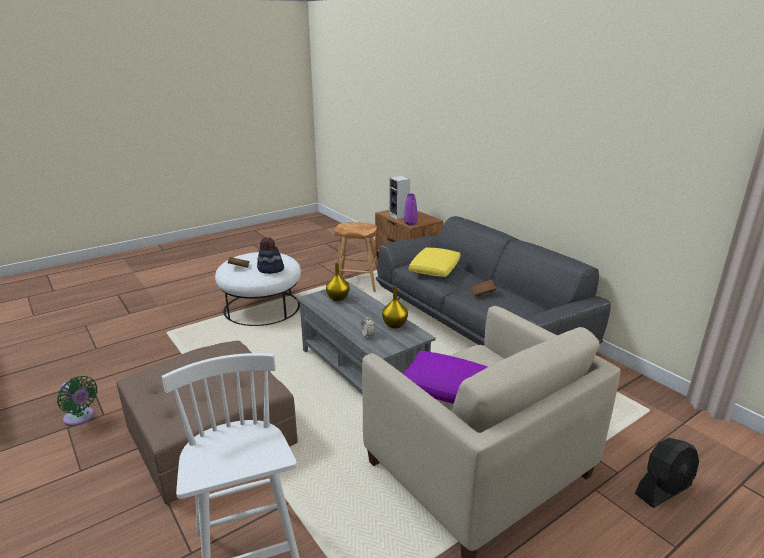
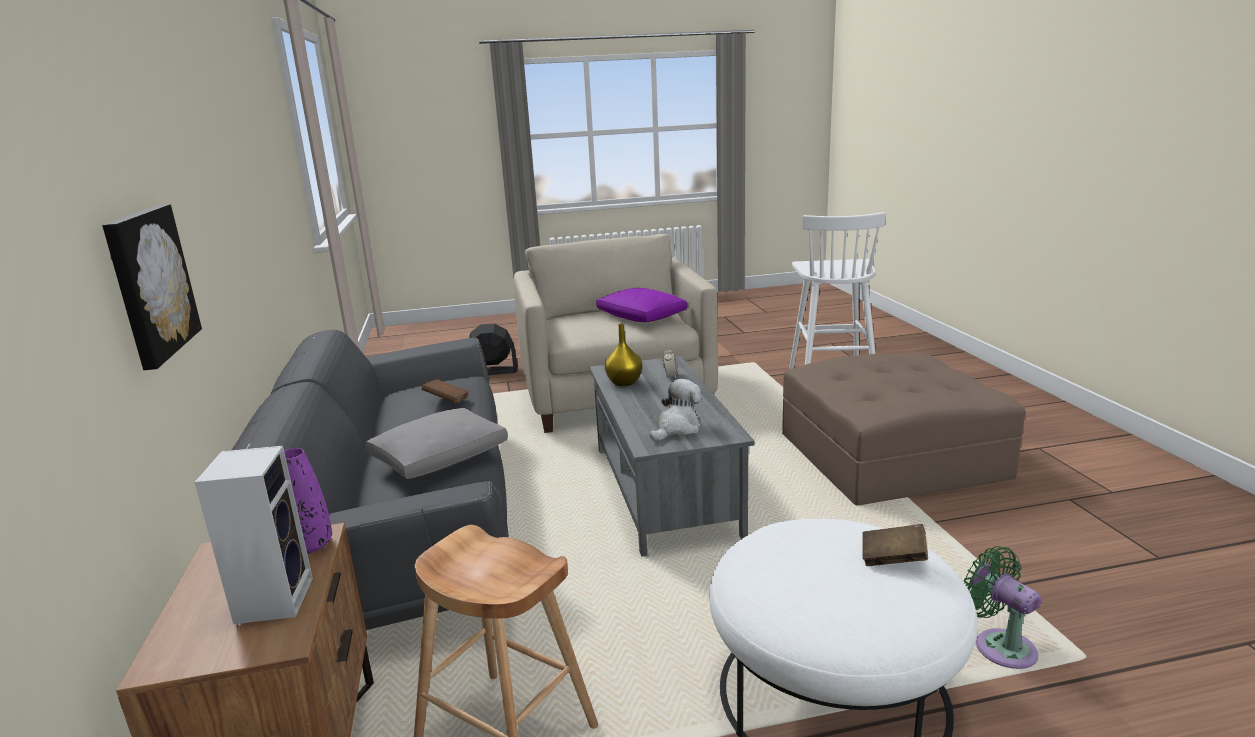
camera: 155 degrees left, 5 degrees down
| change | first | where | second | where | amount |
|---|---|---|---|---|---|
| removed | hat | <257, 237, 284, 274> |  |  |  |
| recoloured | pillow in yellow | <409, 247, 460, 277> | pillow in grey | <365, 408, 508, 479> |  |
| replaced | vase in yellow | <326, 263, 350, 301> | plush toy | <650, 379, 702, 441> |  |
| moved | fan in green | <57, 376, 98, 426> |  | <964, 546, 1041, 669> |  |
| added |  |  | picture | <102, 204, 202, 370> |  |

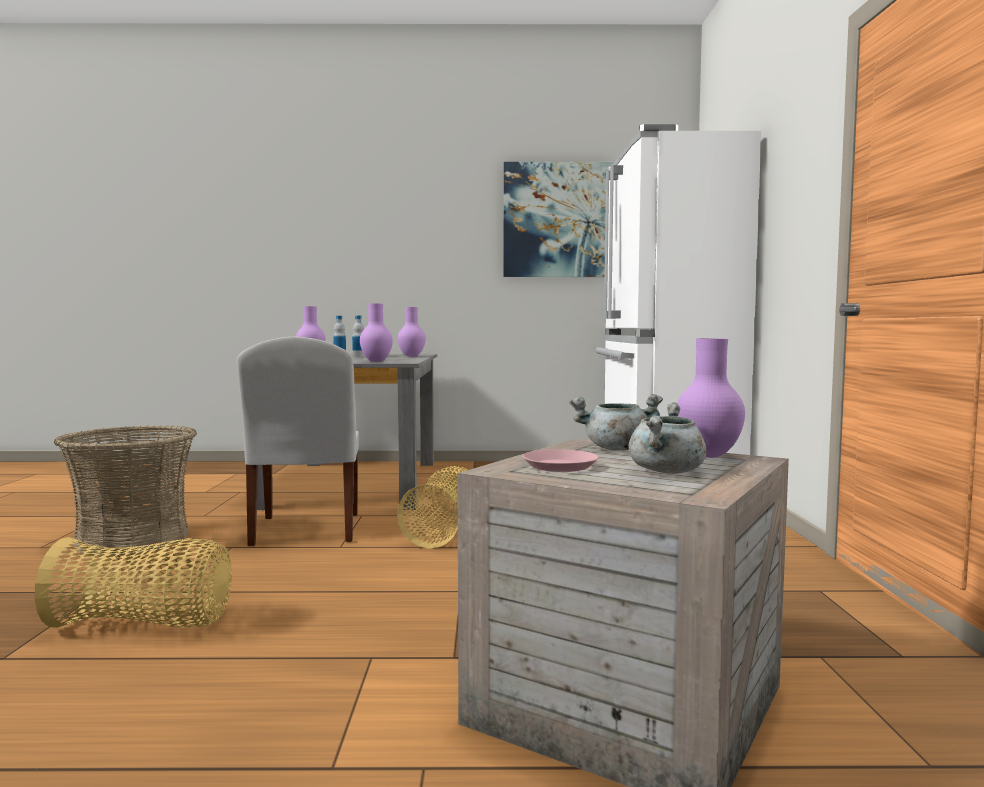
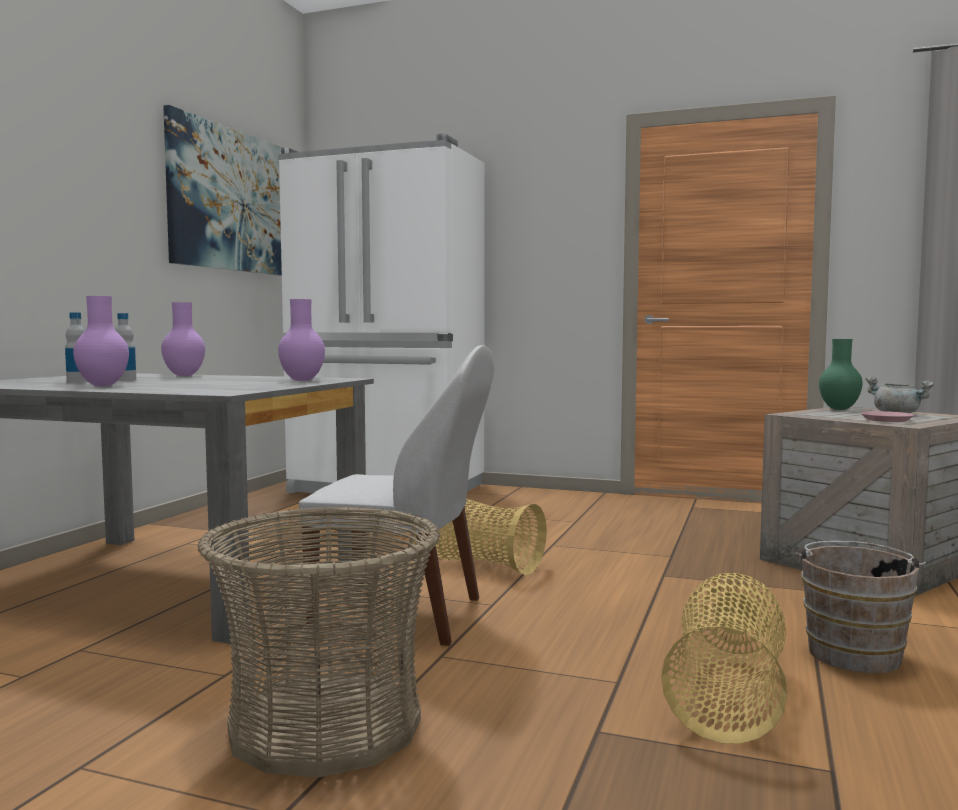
camera: 70 degrees left, 0 degrees up
| change | first | where | second | where | amount |
|---|---|---|---|---|---|
| recoloured | vase in purple | <677, 339, 745, 458> | vase in green | <819, 339, 863, 410> |  |
| removed | cooking pot in grey | <569, 394, 663, 451> |  |  |  |
| added |  |  | bucket in brown | <796, 541, 926, 673> |  |

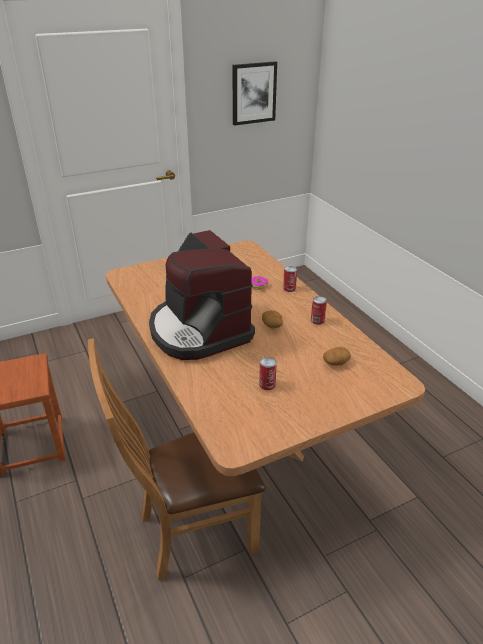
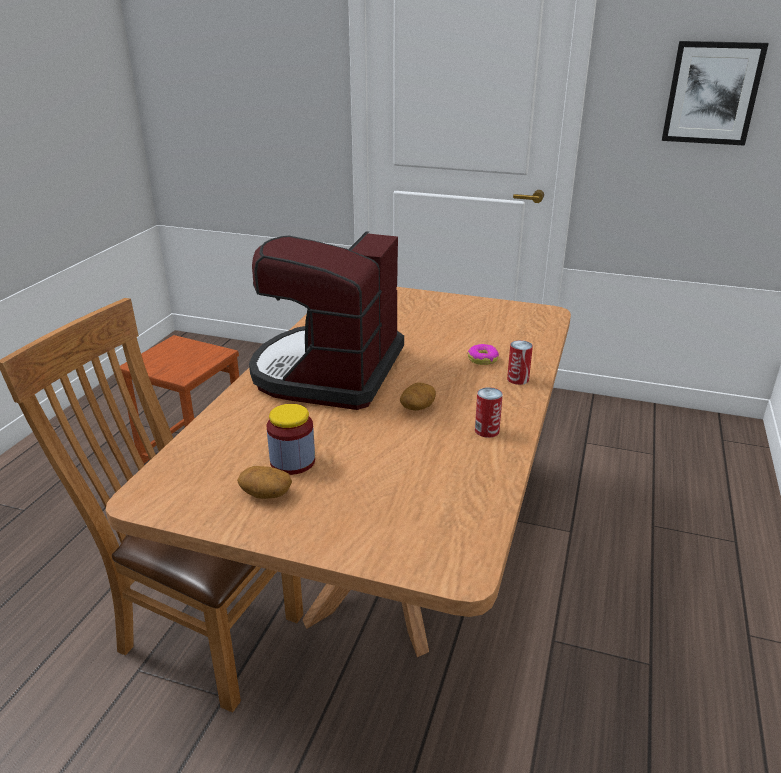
camera: 45 degrees right, 5 degrees down
| change | first | where | second | where | amount |
|---|---|---|---|---|---|
| moved | potato | <323, 347, 351, 366> |  | <237, 466, 292, 499> |  |
| replaced | can | <259, 357, 277, 390> | jar | <266, 404, 315, 475> |  |

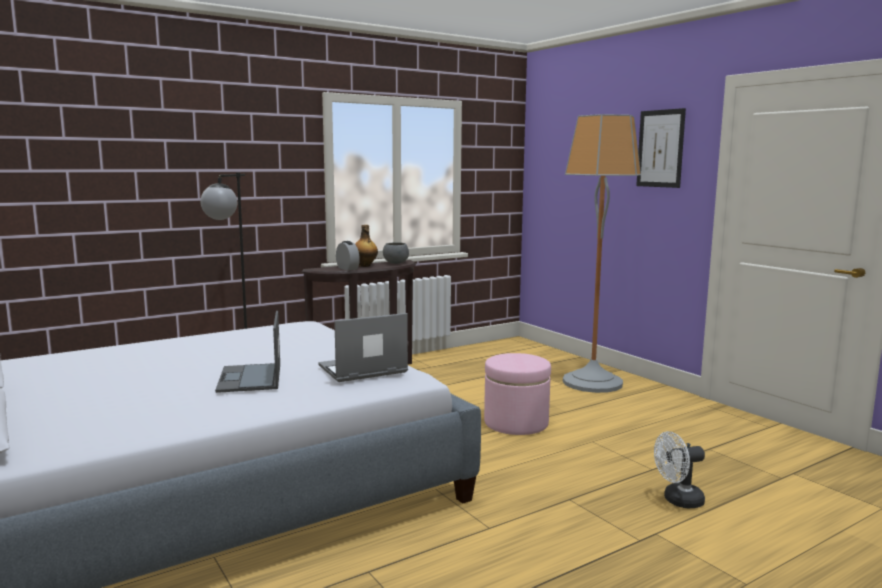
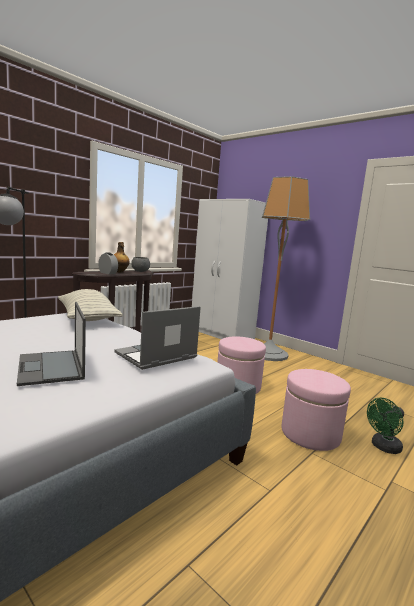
camera: 15 degrees left, 0 degrees up
| change | first | where | second | where | amount |
|---|---|---|---|---|---|
| removed | picture | <636, 108, 686, 188> |  |  |  |
| recoloured | fan in white | <654, 431, 705, 509> | fan in green | <367, 398, 404, 454> |  |
| added |  |  | wardrobe in white | <192, 199, 268, 339> |  |
| added |  |  | pillow | <58, 289, 123, 321> |  |
| added |  |  | ottoman in pink | <281, 369, 351, 451> |  |

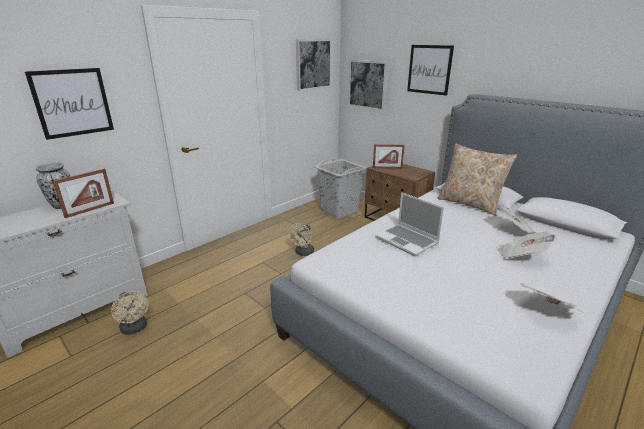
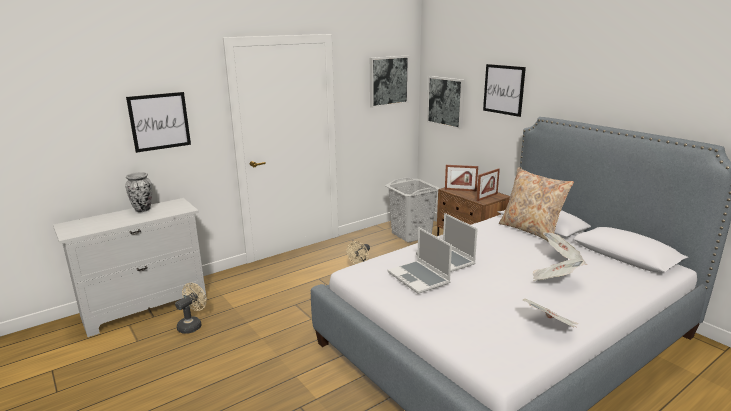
camera: 10 degrees right, 5 degrees down
| change | first | where | second | where | amount |
|---|---|---|---|---|---|
| moved | picture frame | <53, 169, 114, 218> |  | <477, 168, 500, 201> |  |
| turned | fan in beige | <111, 291, 149, 335> |  | <175, 283, 207, 334> | 120 degrees counterclockwise |
| added |  |  | laptop | <388, 227, 452, 294> |  |

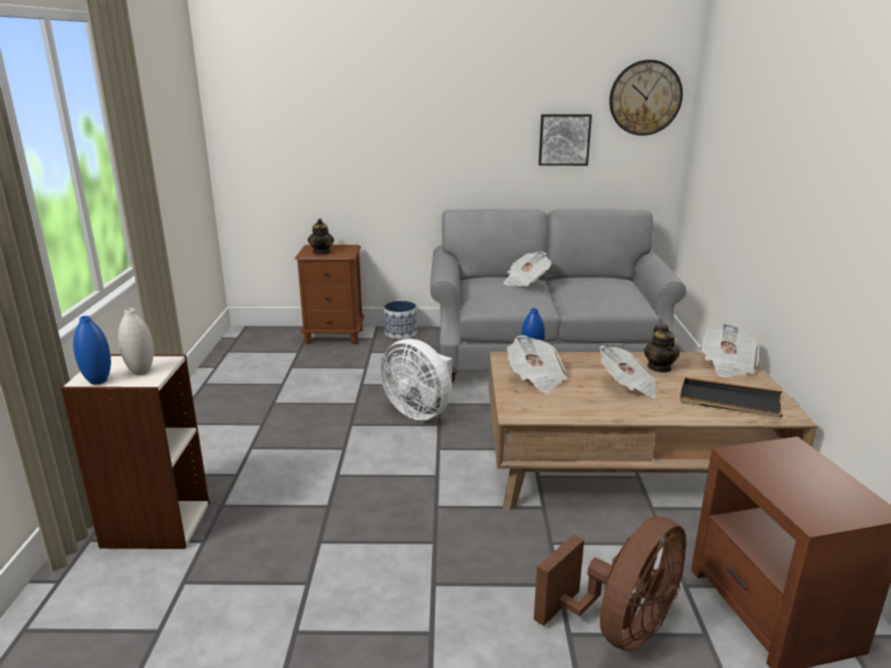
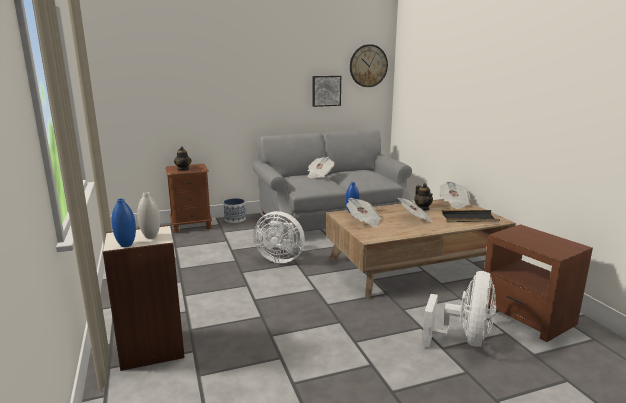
camera: 20 degrees left, 5 degrees down
| change | first | where | second | where | amount |
|---|---|---|---|---|---|
| recoloured | fan in brown | <534, 516, 686, 652> | fan in white | <422, 271, 496, 347> |  |

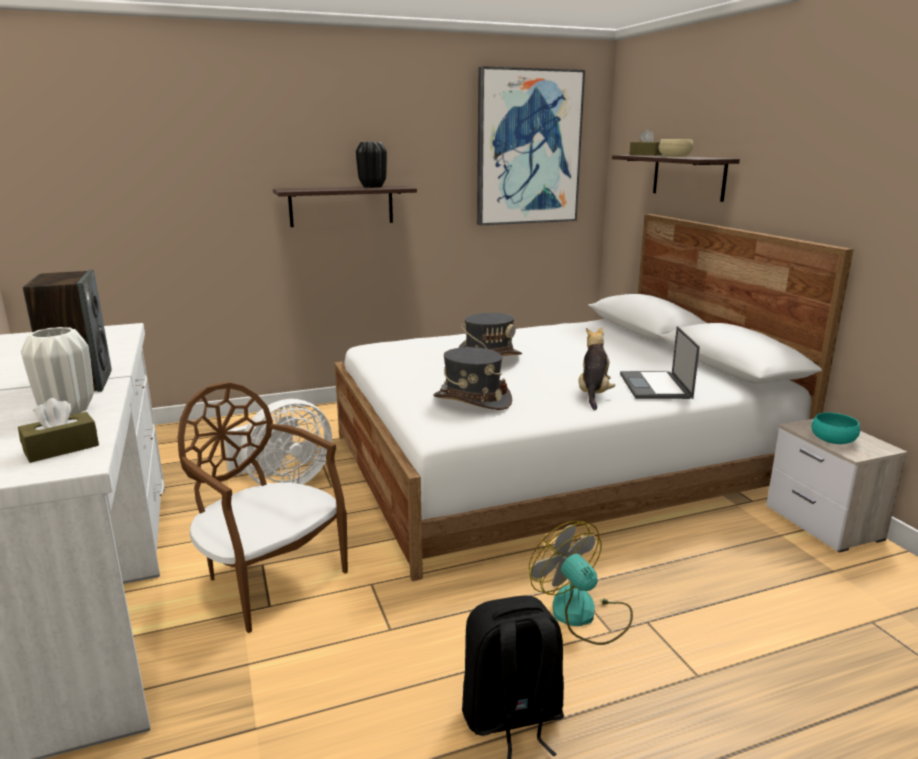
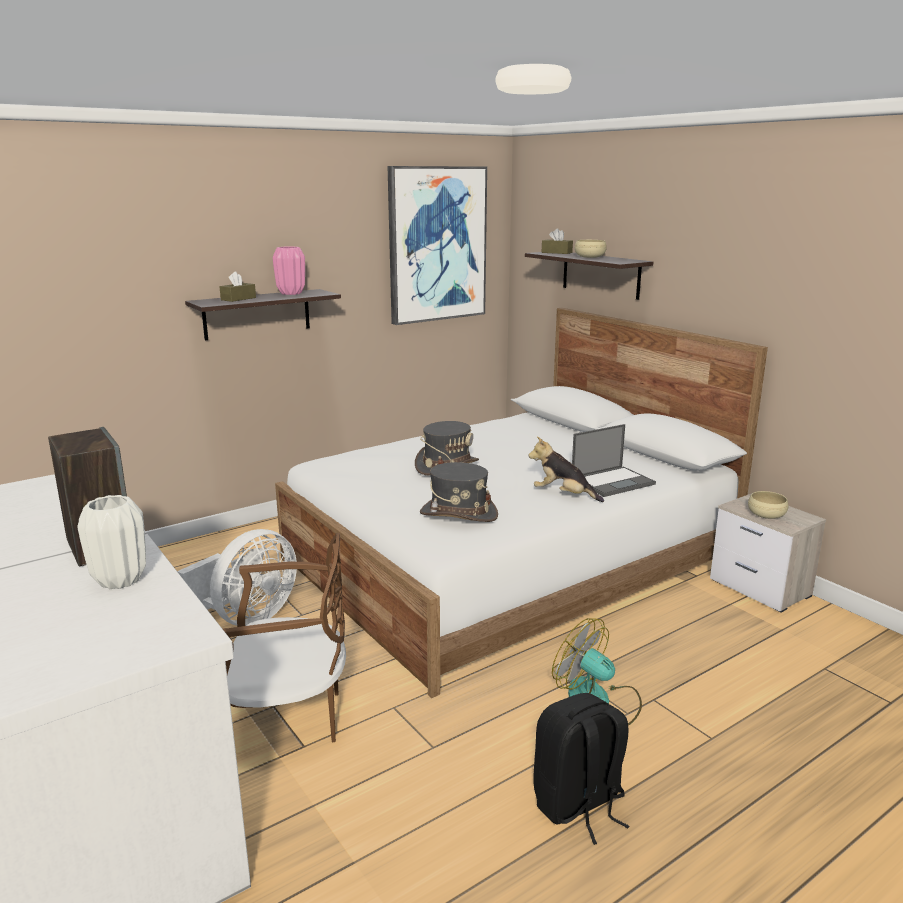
camera: 15 degrees left, 0 degrees up
| change | first | where | second | where | amount |
|---|---|---|---|---|---|
| recoloured | vase in black | <356, 142, 387, 188> | vase in pink | <273, 246, 305, 295> |  |
| turned | laptop | <620, 326, 700, 399> |  | <572, 424, 656, 497> | 105 degrees counterclockwise |
| turned | plush toy | <578, 328, 615, 410> |  | <528, 437, 604, 502> | 60 degrees counterclockwise |
| turned | chair in brown | <177, 382, 348, 633> |  | <223, 533, 346, 742> | 150 degrees clockwise |
| moved | tissue box in brown | <18, 398, 99, 463> |  | <219, 271, 256, 302> |  |
| recoloured | bowl in turquoise | <812, 412, 860, 444> | bowl in beige | <748, 491, 788, 519> |  |

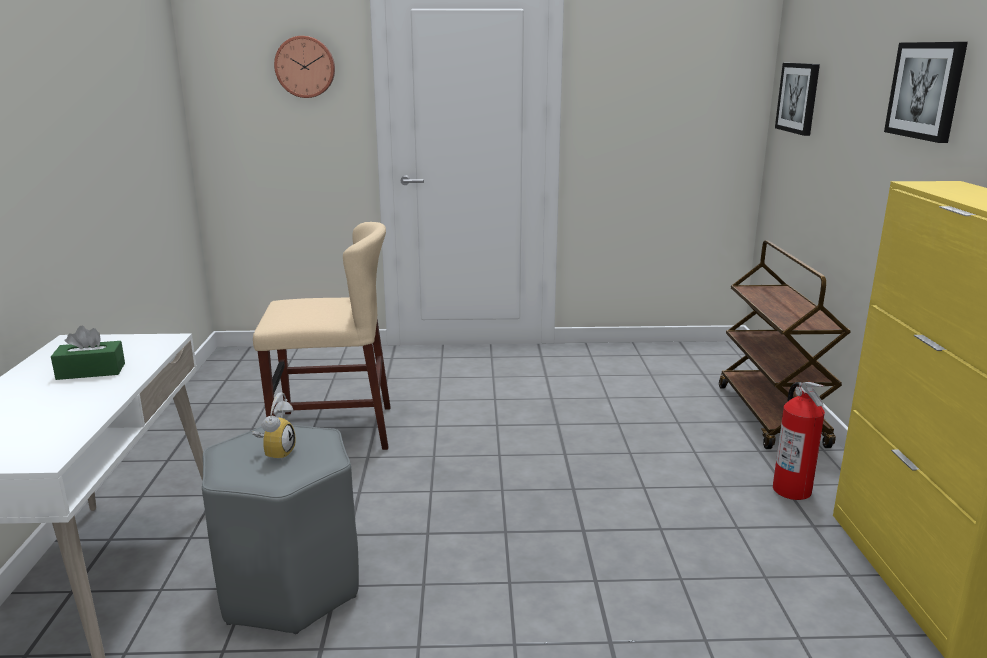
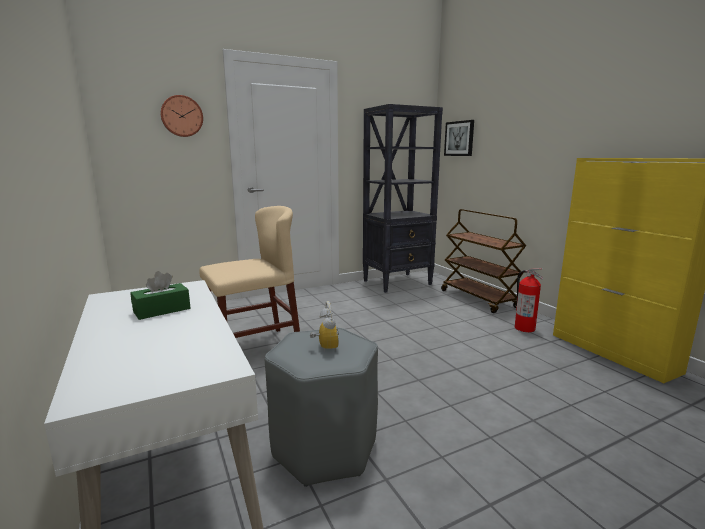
camera: 25 degrees left, 5 degrees down
| change | first | where | second | where | amount |
|---|---|---|---|---|---|
| removed | picture | <884, 42, 968, 143> |  |  |  |
| added |  |  | bookcase in black | <363, 104, 443, 293> |  |

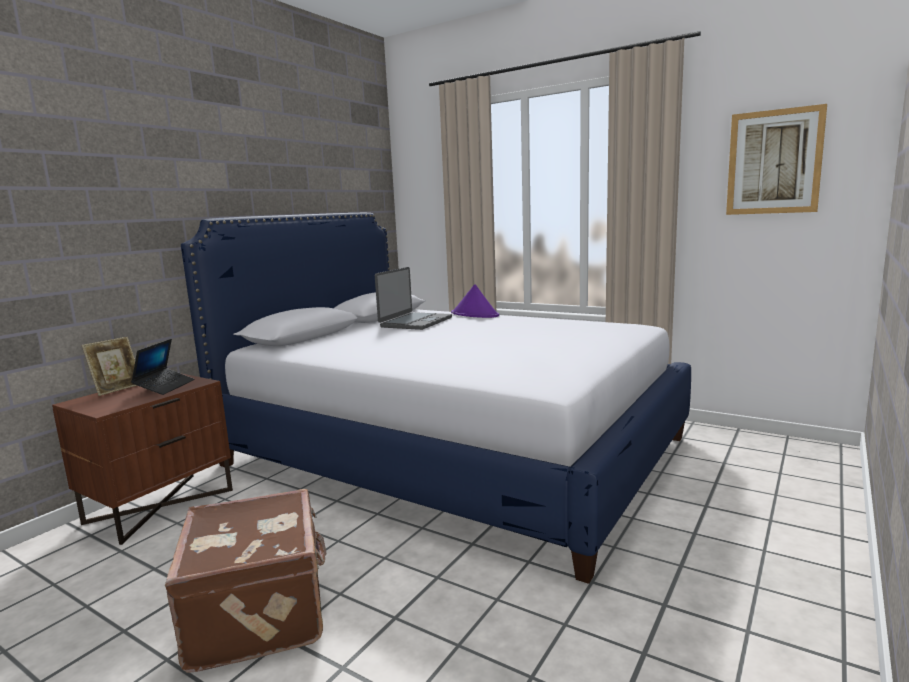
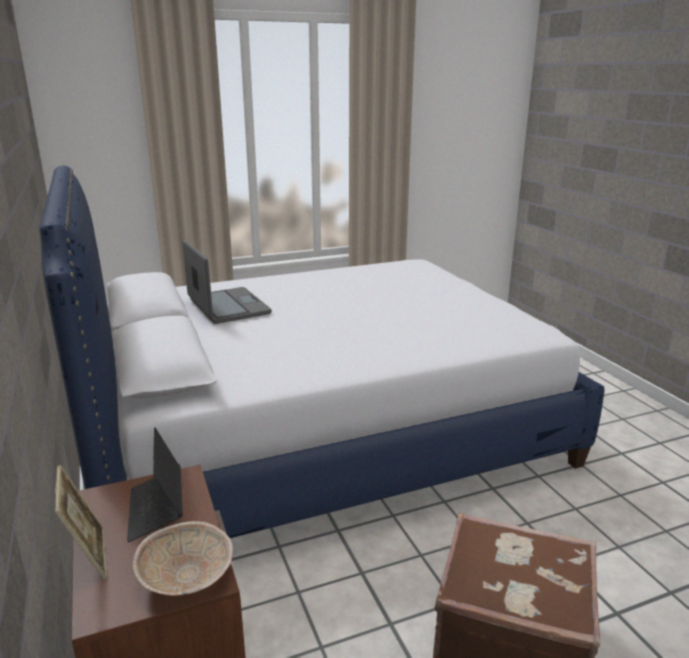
camera: 55 degrees left, 10 degrees up
| change | first | where | second | where | amount |
|---|---|---|---|---|---|
| removed | picture | <726, 104, 827, 215> |  |  |  |
| removed | hat in purple | <451, 284, 499, 318> |  |  |  |
| turned | laptop | <131, 339, 194, 395> |  | <127, 428, 183, 542> | 150 degrees counterclockwise |
| added |  |  | bowl in beige | <133, 521, 233, 596> |  |

